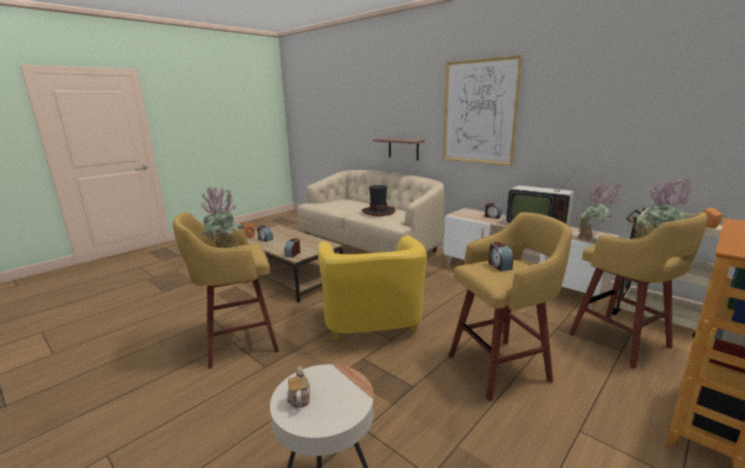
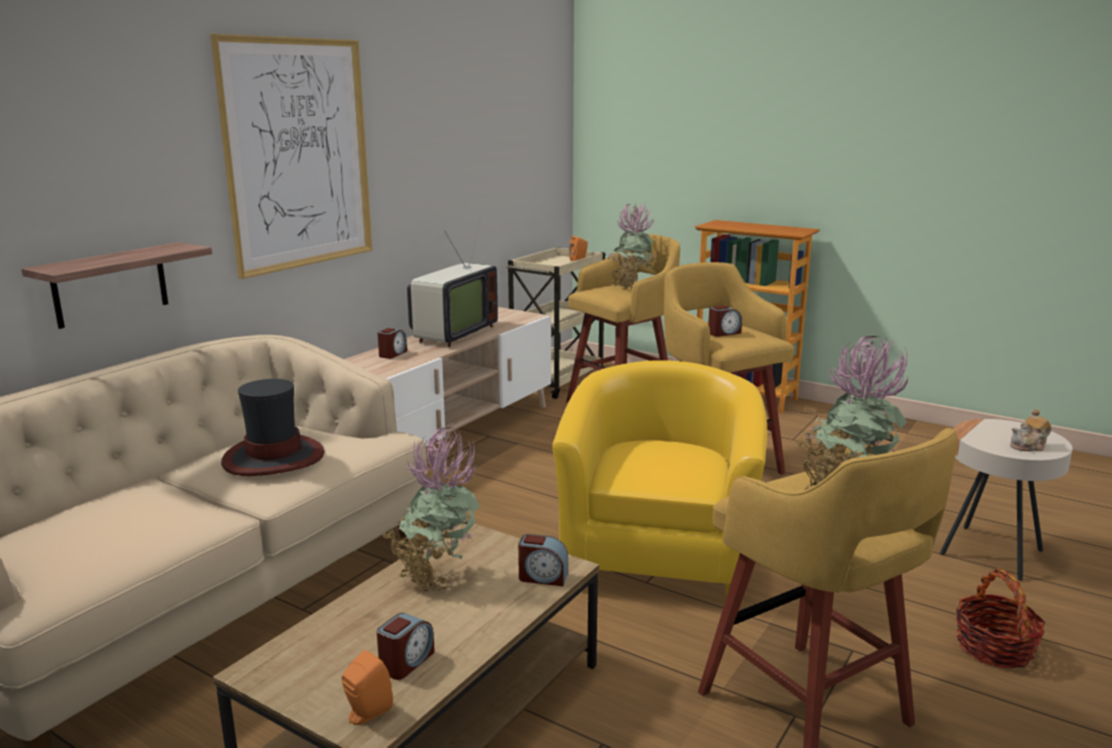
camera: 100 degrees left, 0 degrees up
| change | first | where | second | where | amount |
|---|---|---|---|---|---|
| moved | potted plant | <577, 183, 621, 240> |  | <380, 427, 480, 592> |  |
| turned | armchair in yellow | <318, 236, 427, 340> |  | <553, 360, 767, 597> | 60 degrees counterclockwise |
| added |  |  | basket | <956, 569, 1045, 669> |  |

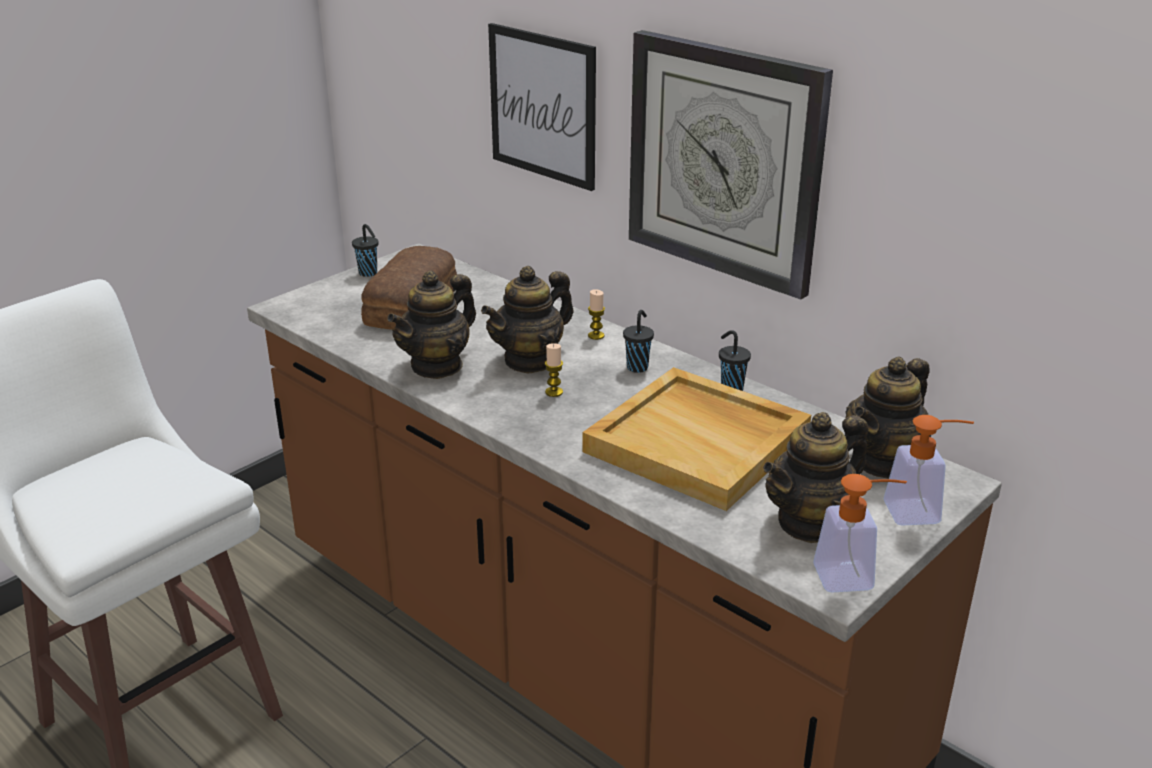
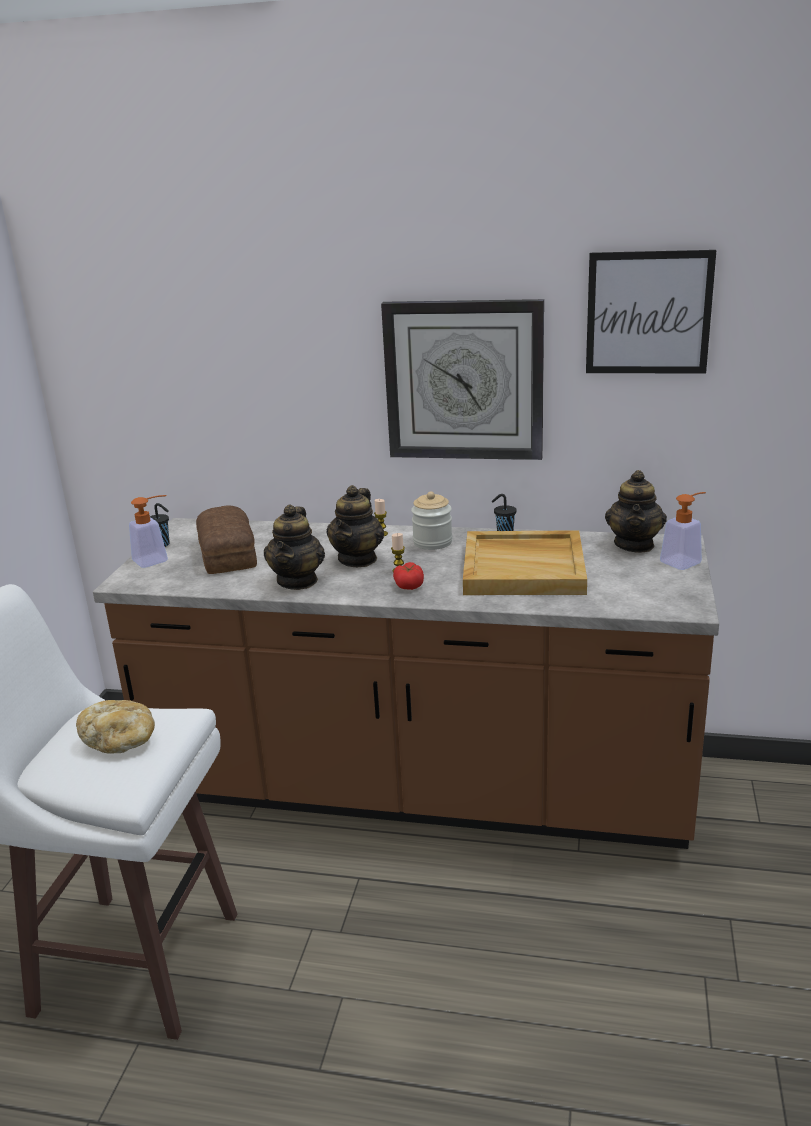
camera: 30 degrees left, 5 degrees down
| change | first | where | second | where | amount |
|---|---|---|---|---|---|
| moved | picture | <488, 23, 596, 191> |  | <586, 250, 716, 373> |  |
| replaced | cup in black | <623, 310, 654, 373> | jar | <411, 491, 453, 550> |  |
| removed | teapot | <763, 412, 868, 543> |  |  |  |
| moved | soap dispenser | <813, 474, 907, 592> |  | <129, 495, 168, 568> |  |
| added |  |  | tomato | <393, 562, 424, 590> |  |
| added |  |  | bread | <76, 700, 155, 754> |  |

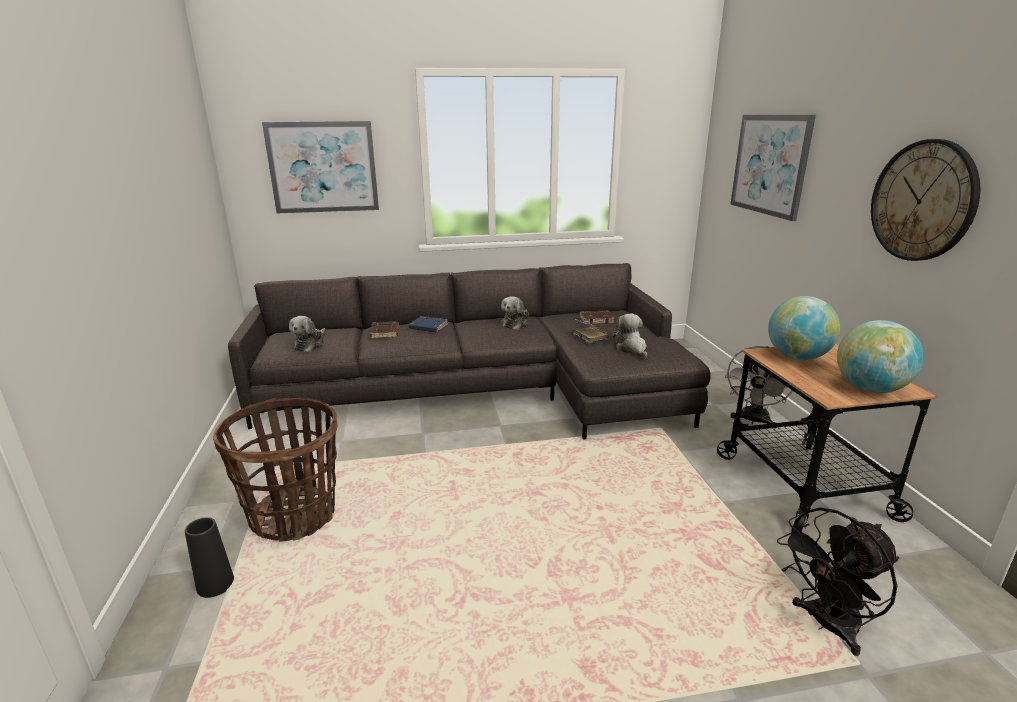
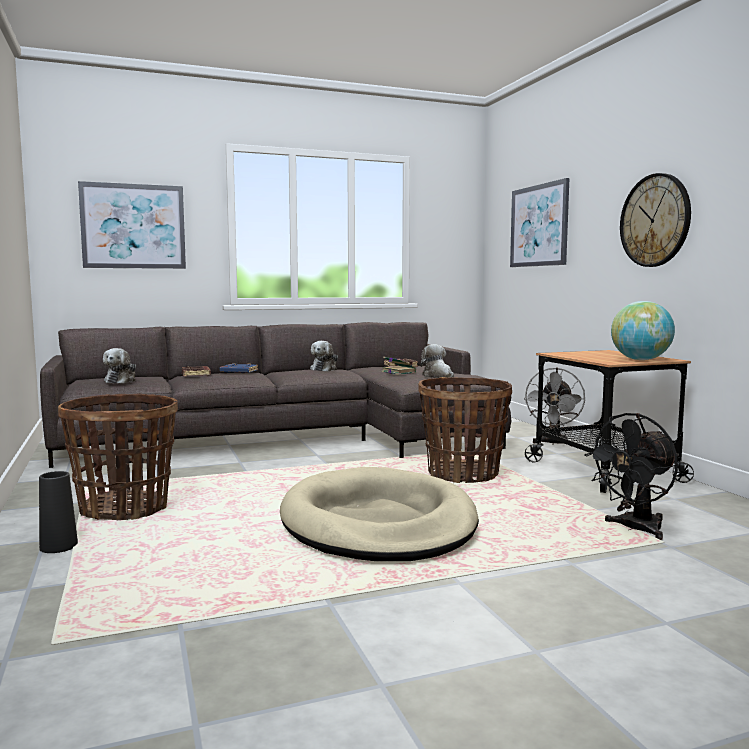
camera: 10 degrees left, 15 degrees down
| change | first | where | second | where | amount |
|---|---|---|---|---|---|
| removed | globe | <768, 296, 840, 360> |  |  |  |
| added |  |  | basket | <418, 377, 512, 483> |  |
| added |  |  | dog bed in beige | <280, 467, 479, 561> |  |

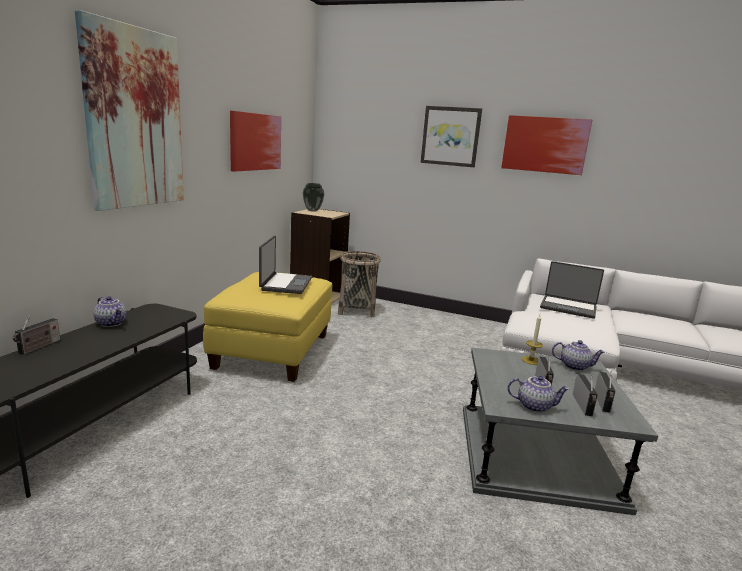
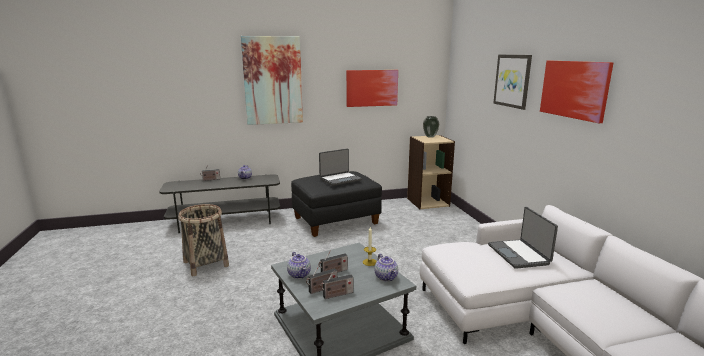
camera: 55 degrees right, 0 degrees up
| change | first | where | second | where | amount |
|---|---|---|---|---|---|
| moved | basket | <338, 251, 381, 317> |  | <178, 204, 229, 276> |  |
| recoloured | ottoman in yellow | <203, 272, 332, 382> | ottoman in black | <291, 171, 382, 237> |  |

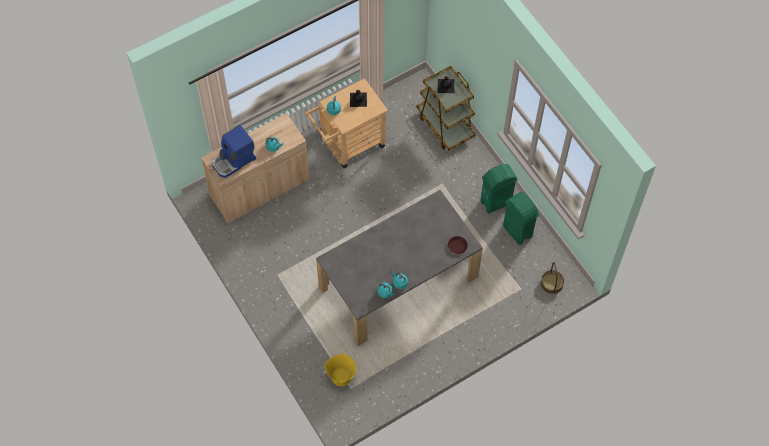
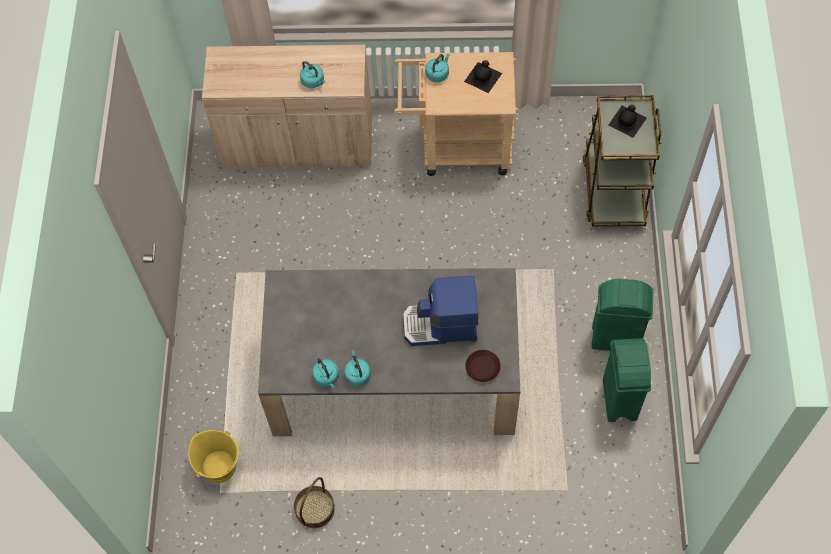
camera: 35 degrees right, 0 degrees up
| change | first | where | second | where | amount |
|---|---|---|---|---|---|
| moved | coffee machine | <212, 125, 256, 178> |  | <403, 275, 478, 346> |  |
| moved | basket | <541, 262, 564, 294> |  | <294, 477, 335, 528> |  |

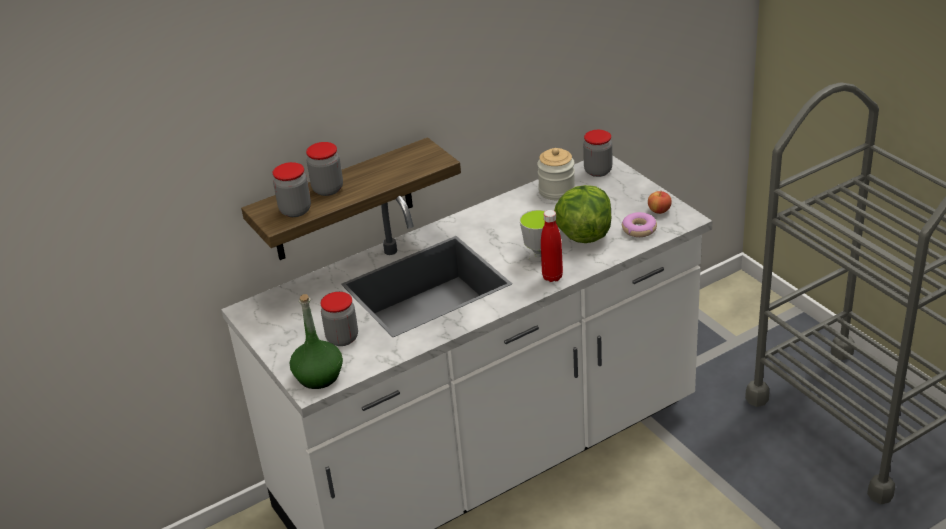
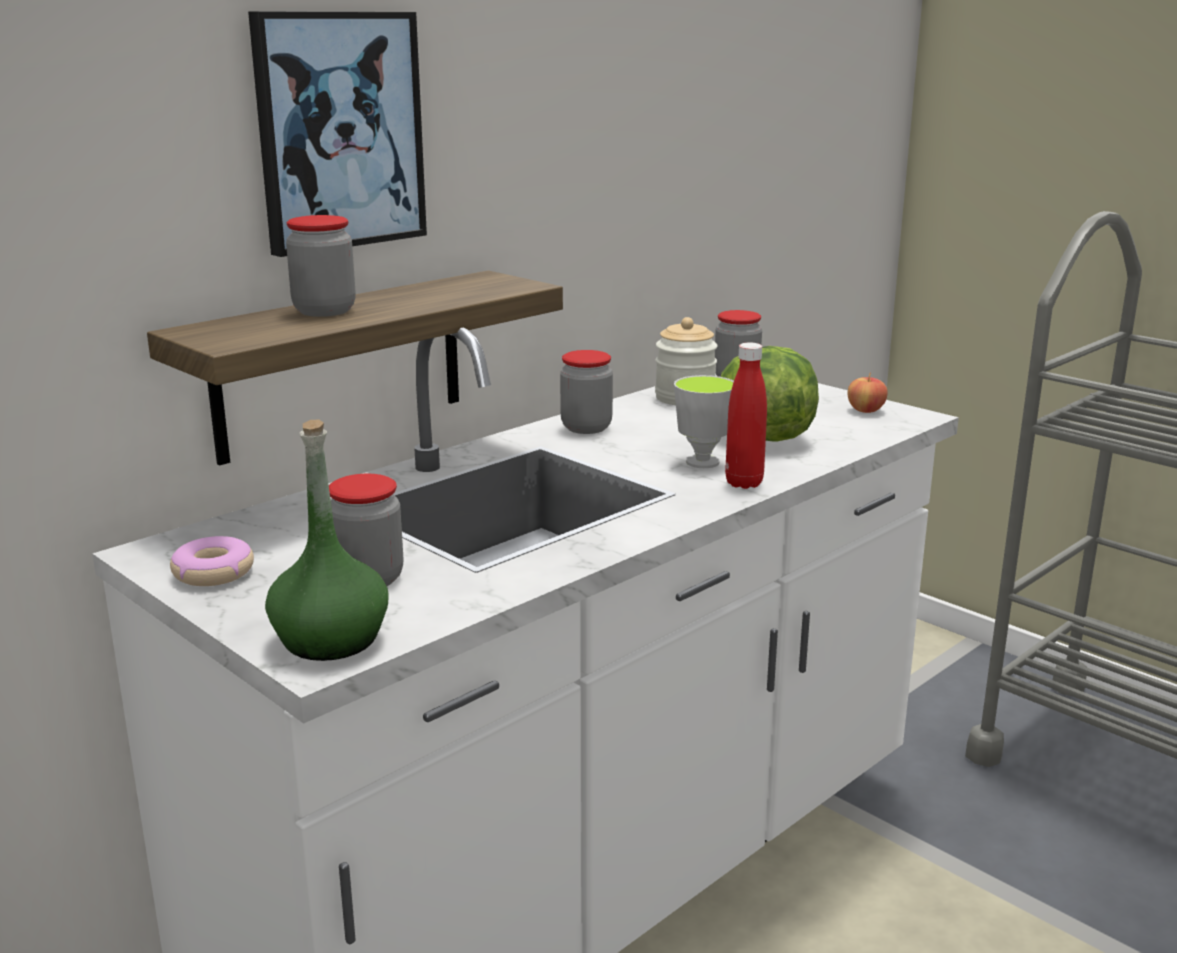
camera: 15 degrees left, 15 degrees down
| change | first | where | second | where | amount |
|---|---|---|---|---|---|
| moved | jar | <273, 162, 311, 217> |  | <560, 350, 613, 434> |  |
| moved | donut | <622, 212, 657, 237> |  | <170, 536, 254, 586> |  |
| added |  |  | picture | <248, 11, 427, 257> |  |

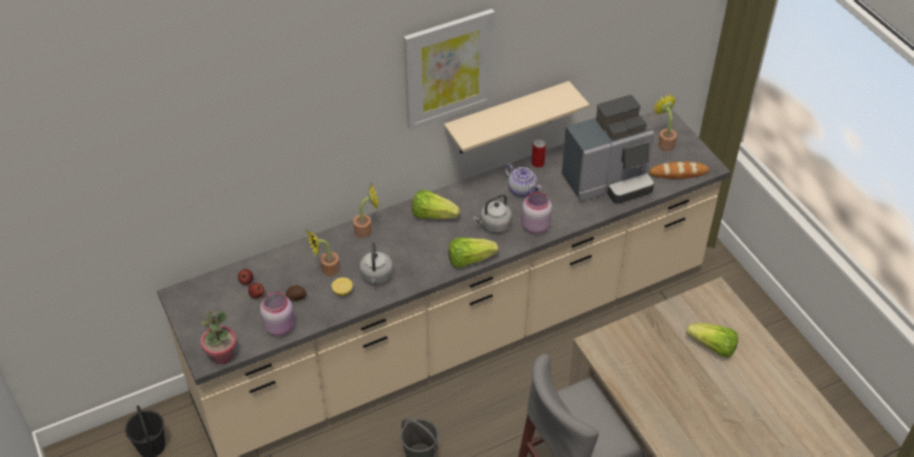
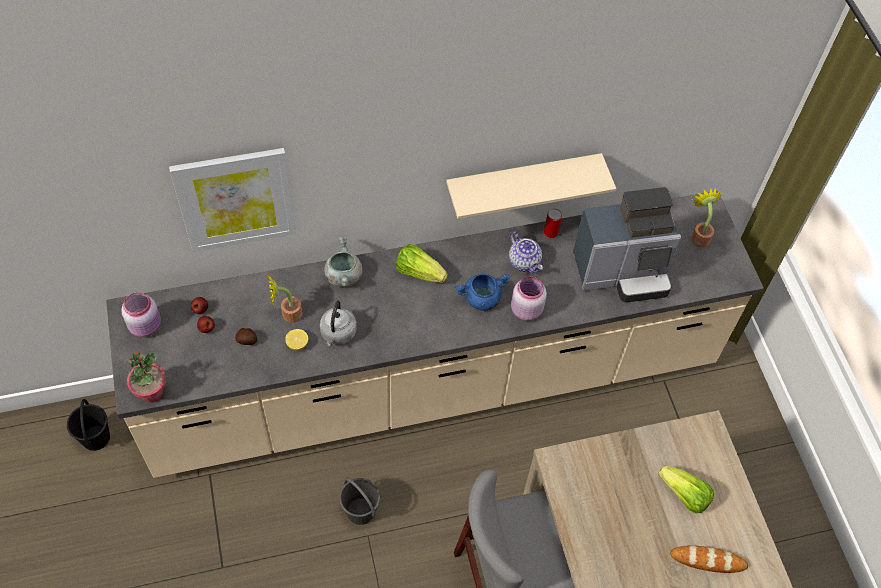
camera: 10 degrees right, 10 degrees up
| change | first | where | second | where | amount |
|---|---|---|---|---|---|
| moved | picture | <404, 9, 495, 130> |  | <169, 148, 296, 252> |  |
| moved | bread | <649, 161, 710, 179> |  | <670, 545, 748, 573> |  |
| replaced | potted plant | <353, 182, 380, 238> | cooking pot in grey | <324, 237, 363, 287> |  |
| replaced | kettle in grey | <473, 194, 512, 233> | cooking pot in blue | <455, 273, 510, 310> |  |
| removed | lettuce | <448, 237, 498, 268> |  |  |  |
| moved | jar in pink | <260, 292, 295, 336> |  | <121, 292, 161, 337> |  |

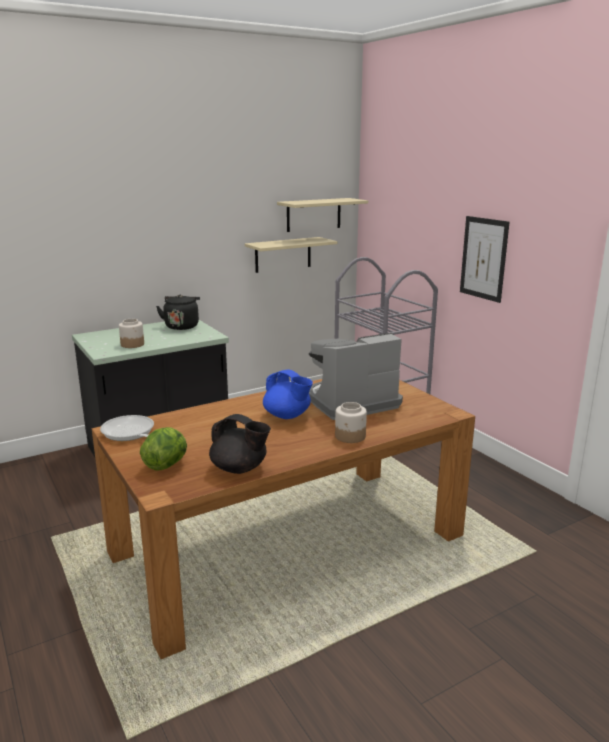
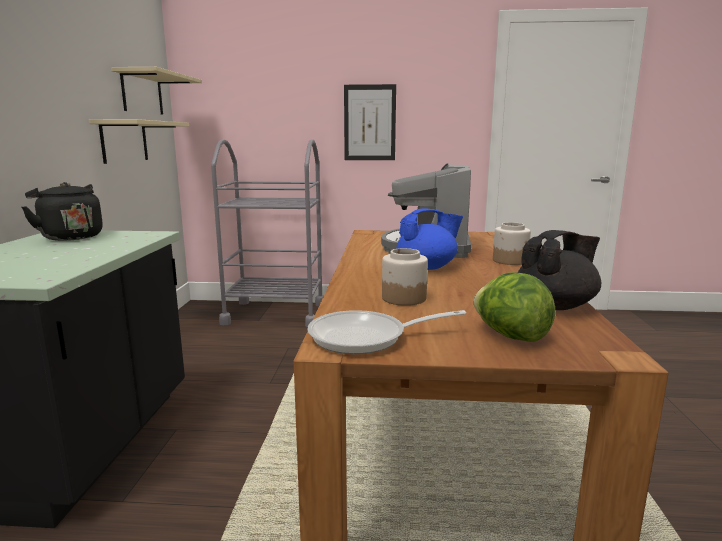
camera: 55 degrees left, 5 degrees down
| change | first | where | second | where | amount |
|---|---|---|---|---|---|
| moved | jar | <119, 319, 144, 348> |  | <382, 248, 428, 306> |  |

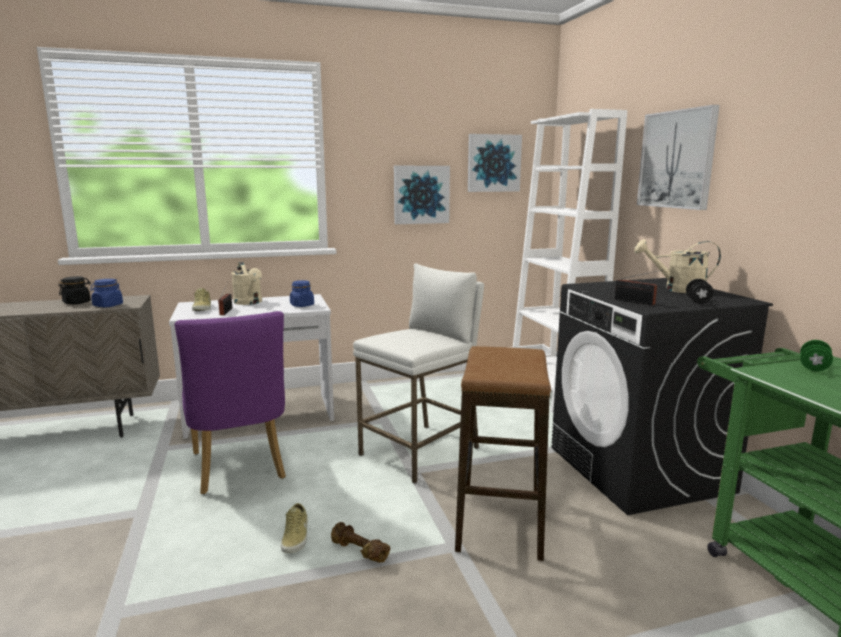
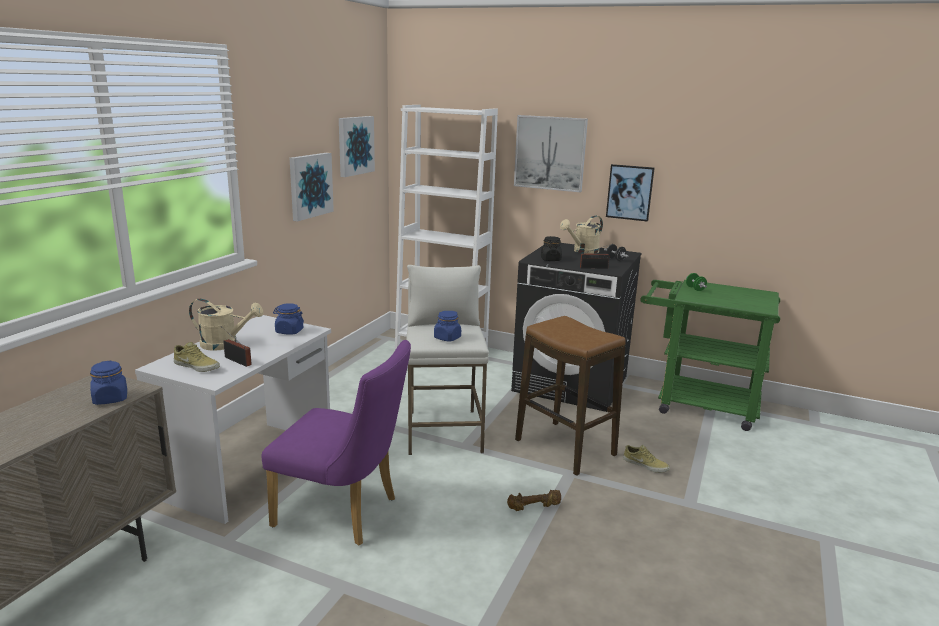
camera: 50 degrees left, 5 degrees up
| change | first | where | second | where | amount |
|---|---|---|---|---|---|
| moved | jar in black | <59, 276, 91, 304> |  | <541, 236, 562, 261> |  |
| moved | shoe in beige | <281, 503, 307, 553> |  | <623, 445, 670, 473> |  |
| added |  |  | picture | <606, 164, 655, 222> |  |
| added |  |  | jar in blue | <434, 311, 461, 342> |  |

